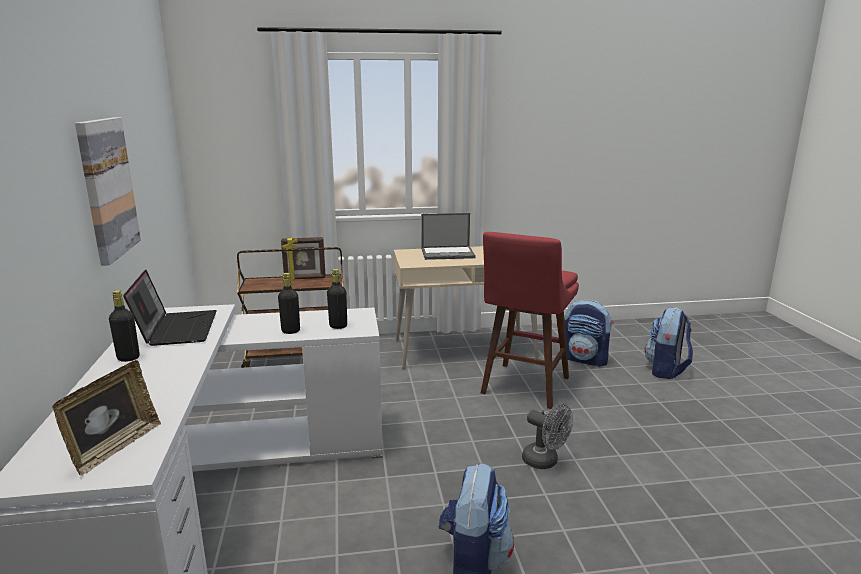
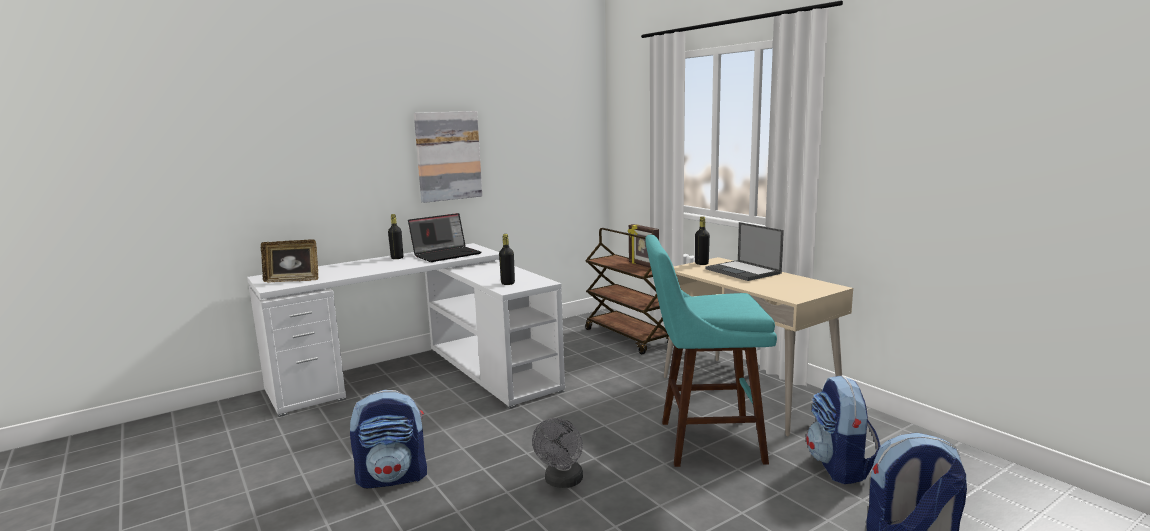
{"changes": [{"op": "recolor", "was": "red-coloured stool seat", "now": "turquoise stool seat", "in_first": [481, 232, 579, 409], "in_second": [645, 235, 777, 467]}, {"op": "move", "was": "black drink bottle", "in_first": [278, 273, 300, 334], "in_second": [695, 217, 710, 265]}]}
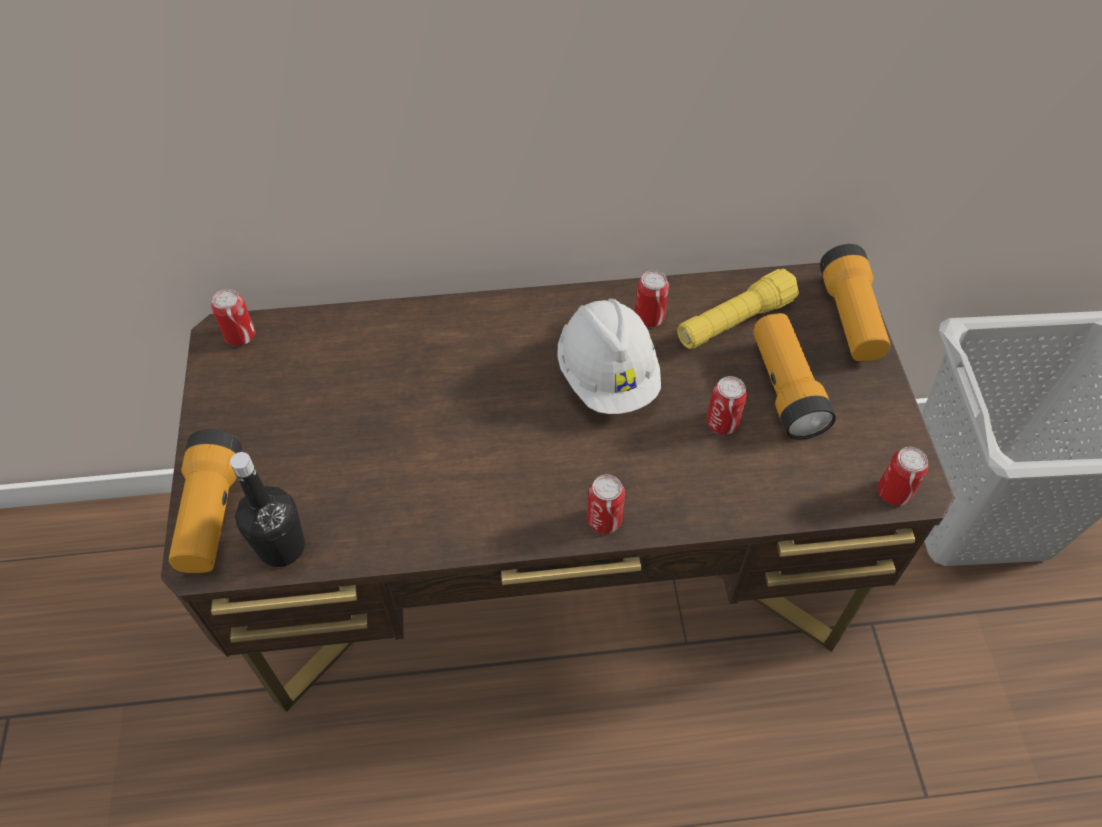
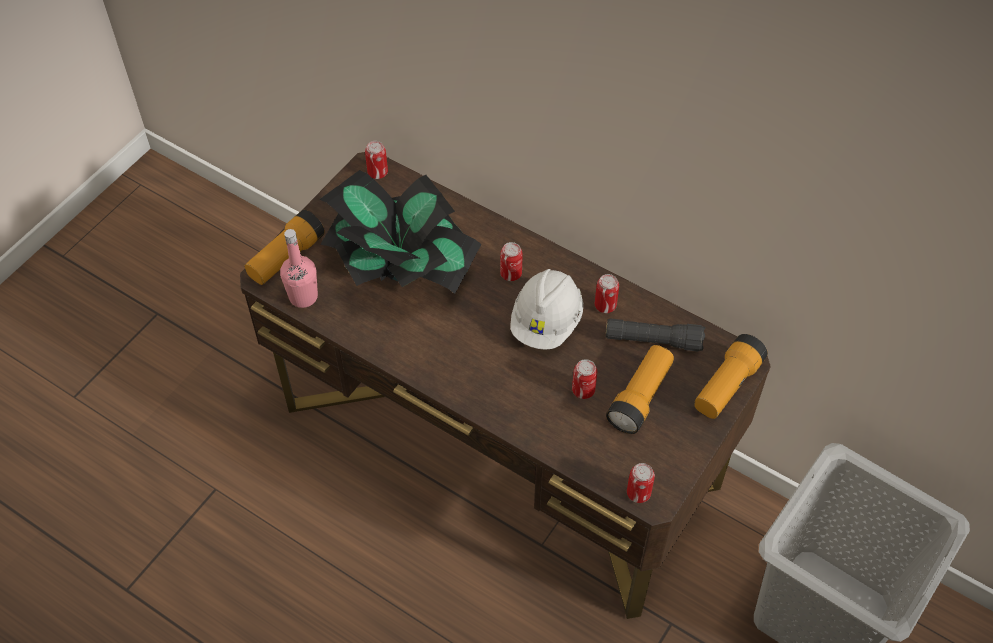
{"changes": [{"op": "recolor", "was": "yellow-coloured hand torch", "now": "black hand torch", "in_first": [677, 269, 799, 349], "in_second": [606, 319, 705, 352]}, {"op": "recolor", "was": "black drink bottle", "now": "pink drink bottle", "in_first": [230, 452, 305, 567], "in_second": [280, 229, 318, 308]}, {"op": "move", "was": "metal can", "in_first": [587, 474, 625, 534], "in_second": [500, 242, 522, 281]}, {"op": "insert", "now": "potted plant", "in_second": [320, 170, 481, 294]}]}
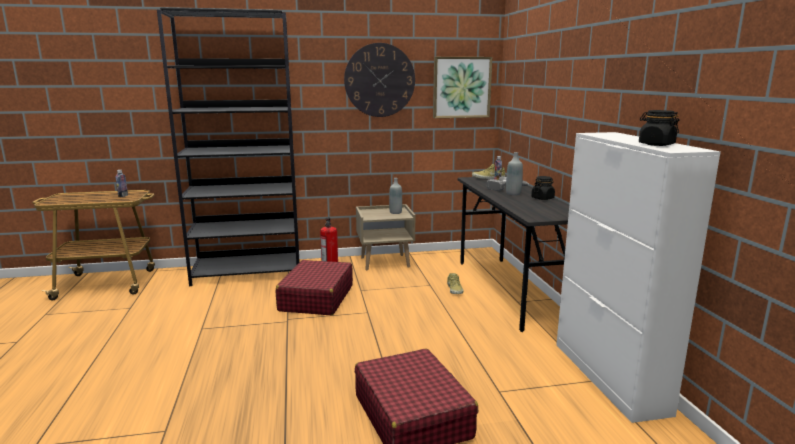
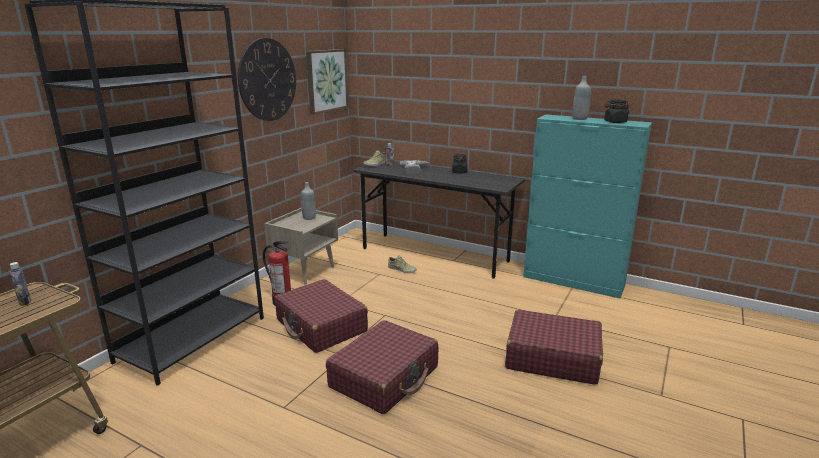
{"changes": [{"op": "recolor", "was": "white-coloured storage cabinet", "now": "turquoise storage cabinet", "in_first": [556, 132, 721, 423], "in_second": [523, 114, 652, 299]}, {"op": "move", "was": "greyish drink bottle", "in_first": [506, 152, 523, 195], "in_second": [572, 76, 591, 120]}, {"op": "insert", "now": "red-coloured suitcase", "in_second": [326, 320, 438, 414]}]}
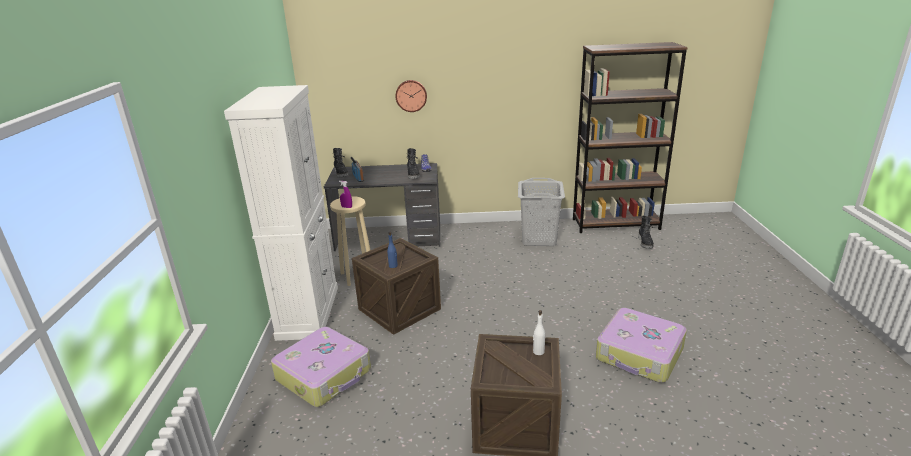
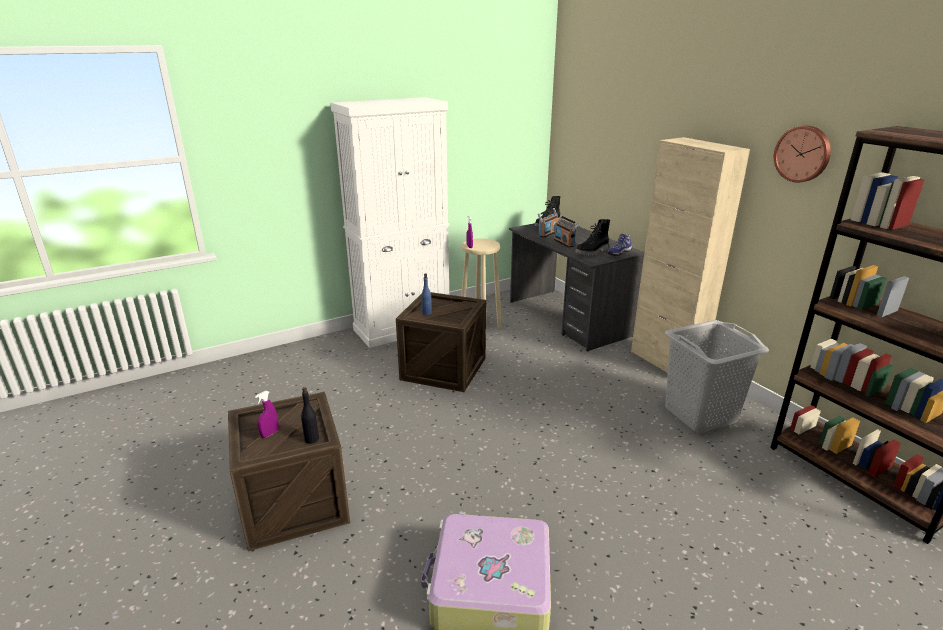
{"changes": [{"op": "move", "was": "clock on the wall", "in_first": [395, 80, 427, 112], "in_second": [774, 126, 831, 183]}, {"op": "delete", "was": "black boot", "in_first": [638, 216, 654, 249]}, {"op": "recolor", "was": "white-coloured drink bottle", "now": "black drink bottle", "in_first": [533, 310, 545, 355], "in_second": [301, 387, 319, 444]}, {"op": "delete", "was": "suitcase", "in_first": [271, 327, 371, 407]}, {"op": "insert", "now": "beige storage cabinet", "in_second": [631, 137, 750, 373]}, {"op": "insert", "now": "radio set", "in_second": [554, 216, 578, 248]}, {"op": "insert", "now": "purplish sprayer", "in_second": [255, 391, 279, 438]}]}
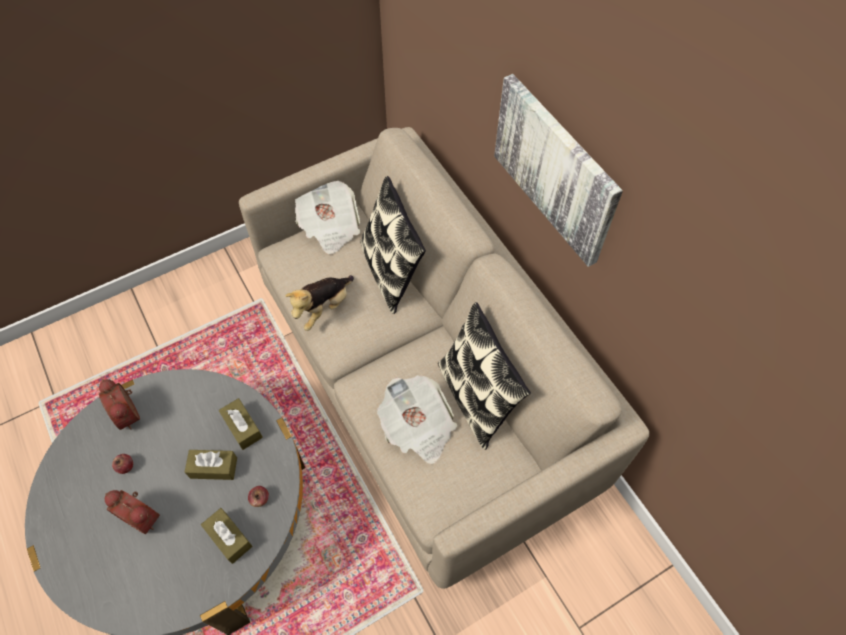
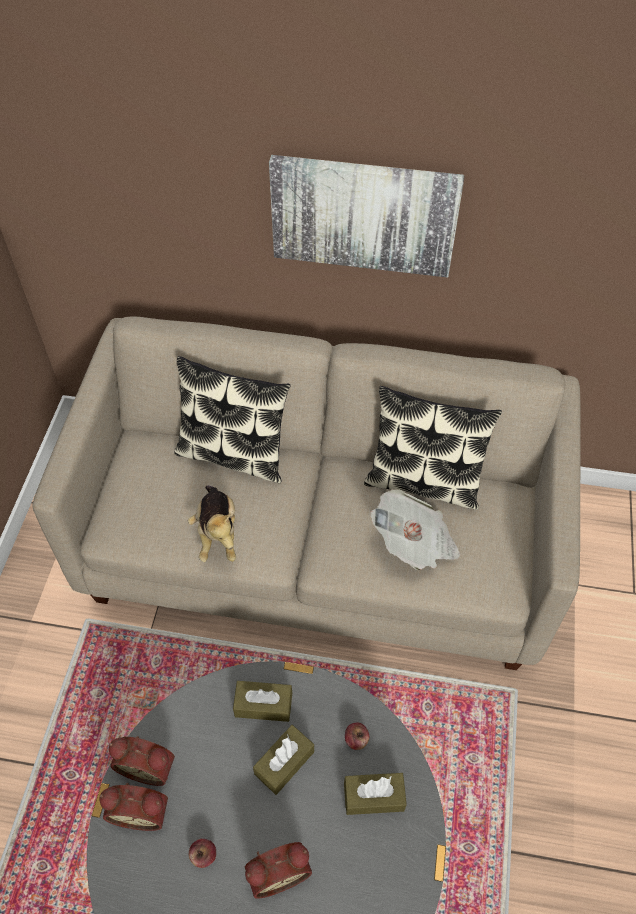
{"changes": [{"op": "delete", "was": "printed paper", "in_first": [295, 181, 361, 254]}, {"op": "insert", "now": "alarm clock", "in_second": [109, 736, 175, 786]}]}
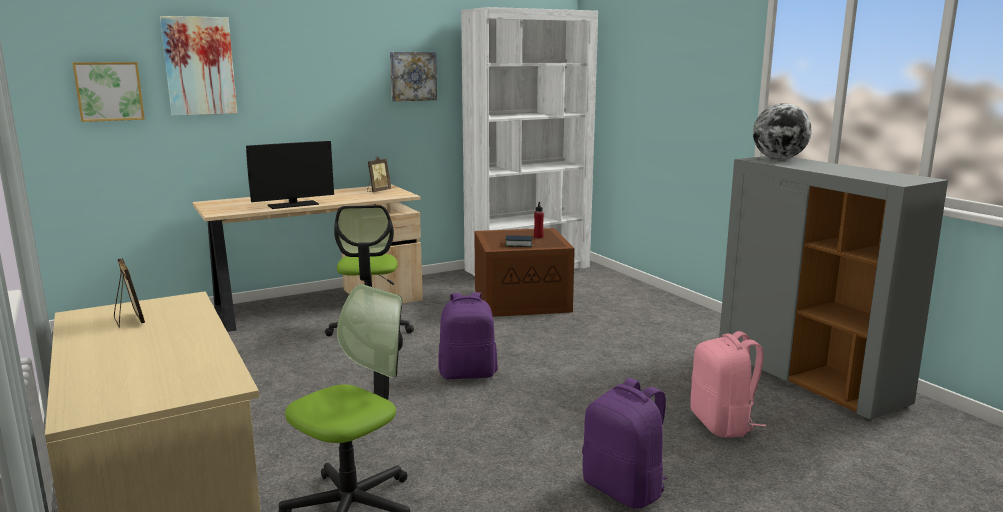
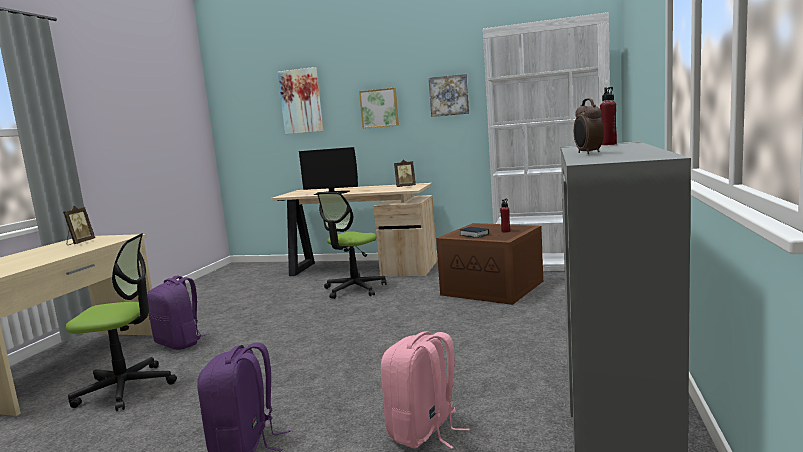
{"changes": [{"op": "move", "was": "wall art", "in_first": [72, 62, 145, 122], "in_second": [359, 88, 399, 129]}, {"op": "replace", "was": "desk globe", "now": "red-coloured drink bottle", "in_first": [753, 103, 812, 159], "in_second": [600, 87, 617, 145]}, {"op": "move", "was": "purplish rucksack", "in_first": [438, 292, 498, 379], "in_second": [147, 276, 210, 350]}, {"op": "insert", "now": "alarm clock", "in_second": [574, 98, 604, 154]}]}
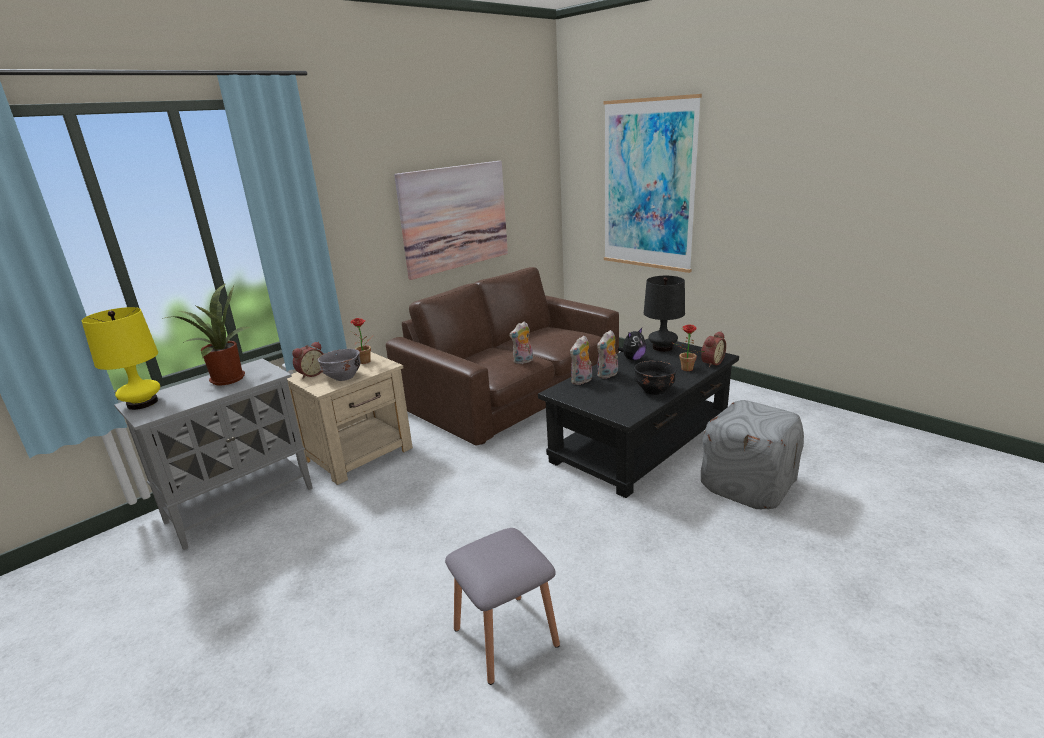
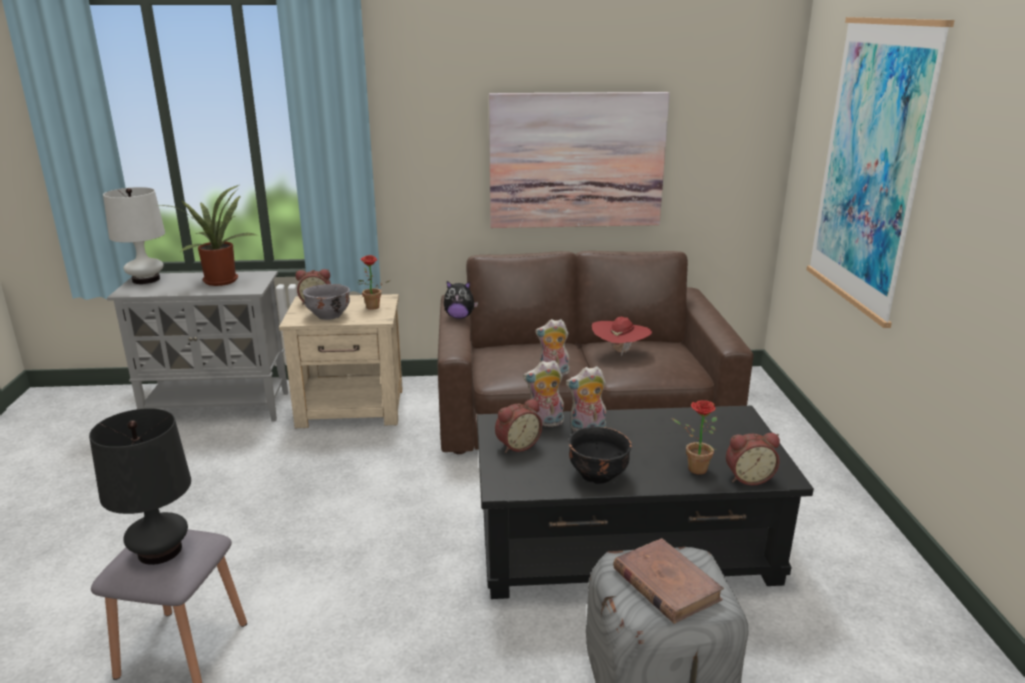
{"changes": [{"op": "move", "was": "black tabletop lamp", "in_first": [644, 276, 685, 352], "in_second": [89, 408, 191, 565]}, {"op": "recolor", "was": "yellow-coloured tabletop lamp", "now": "white-coloured tabletop lamp", "in_first": [82, 307, 160, 410], "in_second": [103, 187, 165, 284]}, {"op": "move", "was": "plush toy", "in_first": [618, 328, 646, 361], "in_second": [444, 281, 478, 319]}, {"op": "insert", "now": "red-coloured wearable hat", "in_second": [592, 316, 652, 356]}, {"op": "insert", "now": "alarm clock", "in_second": [495, 399, 542, 453]}, {"op": "insert", "now": "brownish volume", "in_second": [613, 538, 724, 624]}]}
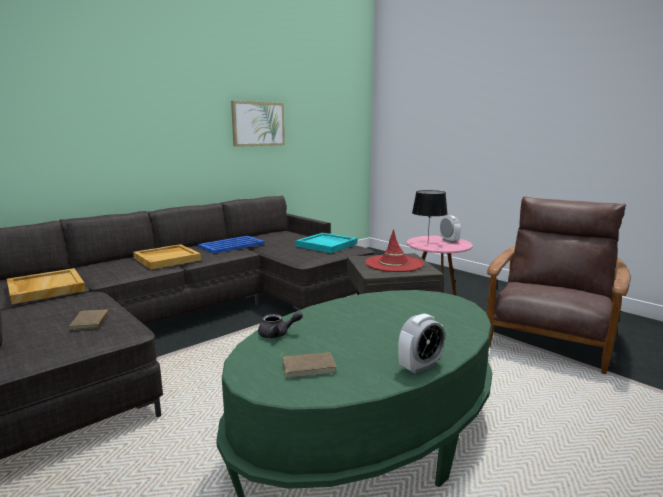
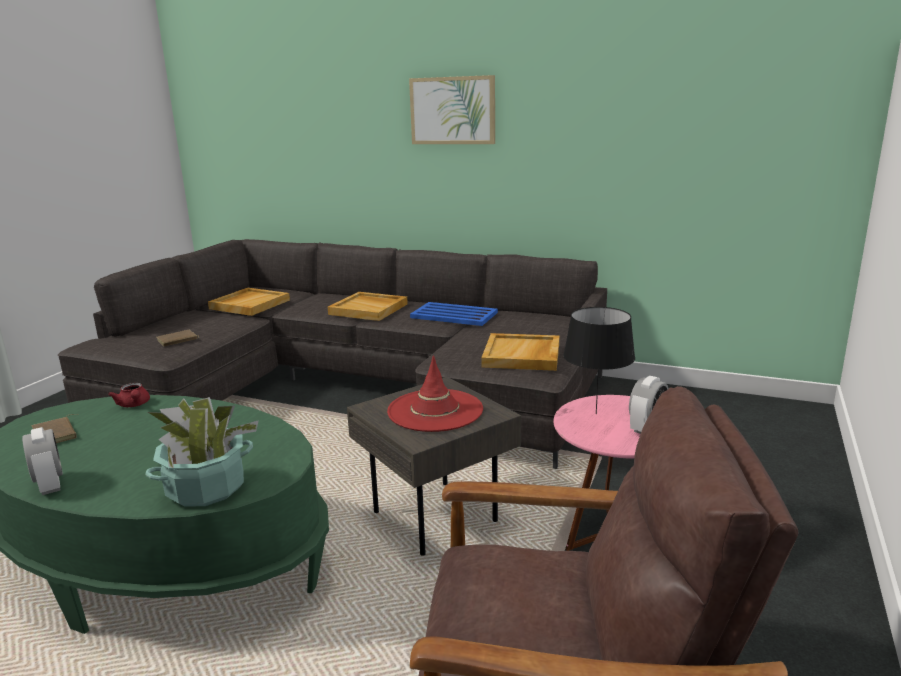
{"changes": [{"op": "move", "was": "wall art", "in_first": [231, 101, 285, 147], "in_second": [409, 75, 495, 144]}, {"op": "recolor", "was": "turquoise serving tray", "now": "beige serving tray", "in_first": [296, 233, 357, 253], "in_second": [481, 333, 559, 371]}, {"op": "recolor", "was": "greyish pot for tea", "now": "red-coloured pot for tea", "in_first": [258, 311, 303, 338], "in_second": [108, 383, 150, 407]}, {"op": "rotate", "was": "alarm clock", "in_first": [398, 314, 445, 374], "in_second": [22, 427, 63, 495], "clockwise": -150}, {"op": "insert", "now": "potted plant", "in_second": [145, 397, 259, 506]}]}
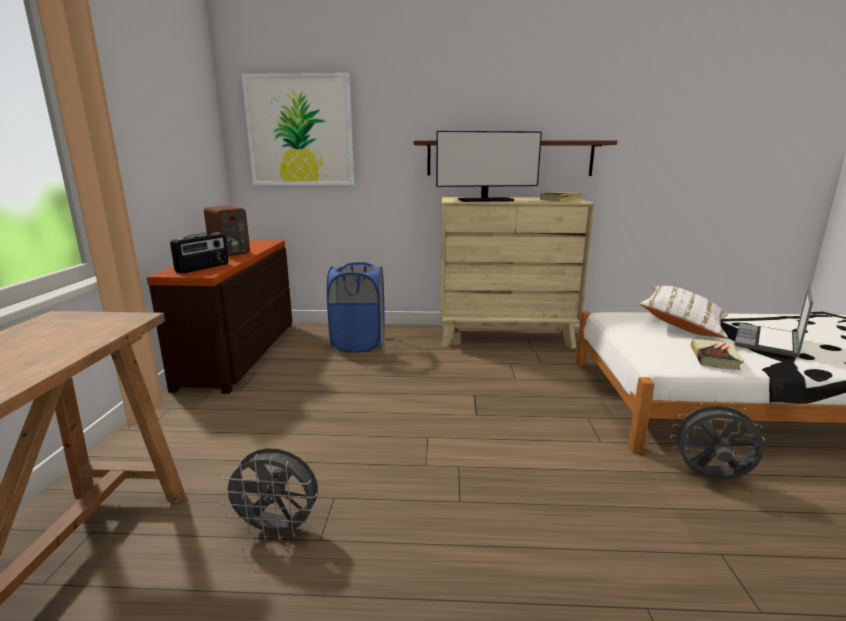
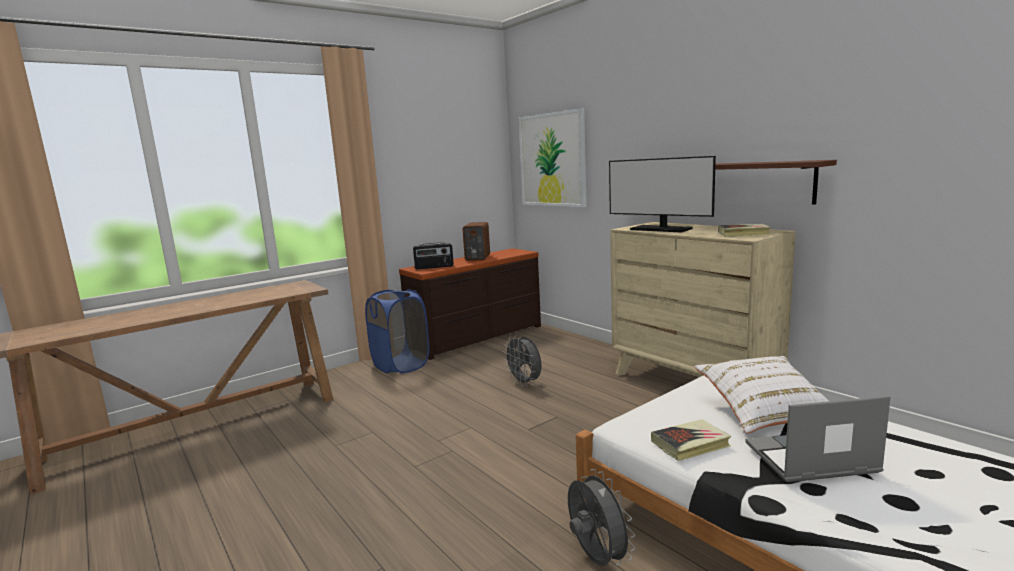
{"changes": [{"op": "move", "was": "blue-coloured washing basket", "in_first": [327, 262, 385, 353], "in_second": [365, 289, 429, 374]}, {"op": "move", "was": "greyish cooling fan", "in_first": [220, 448, 318, 540], "in_second": [503, 336, 542, 386]}]}
